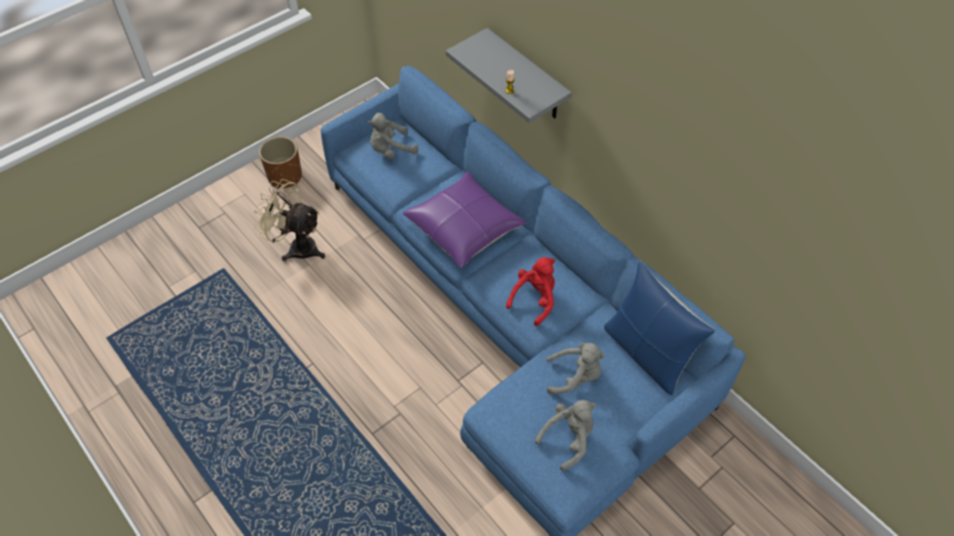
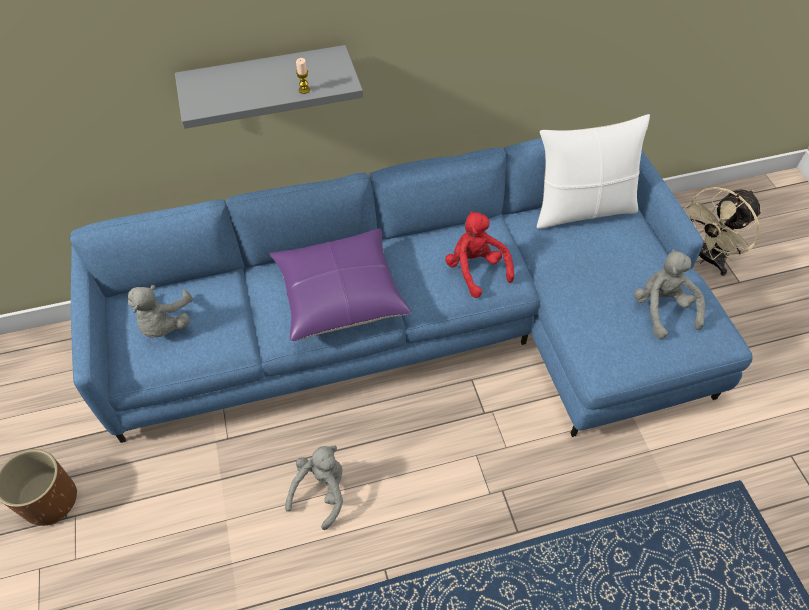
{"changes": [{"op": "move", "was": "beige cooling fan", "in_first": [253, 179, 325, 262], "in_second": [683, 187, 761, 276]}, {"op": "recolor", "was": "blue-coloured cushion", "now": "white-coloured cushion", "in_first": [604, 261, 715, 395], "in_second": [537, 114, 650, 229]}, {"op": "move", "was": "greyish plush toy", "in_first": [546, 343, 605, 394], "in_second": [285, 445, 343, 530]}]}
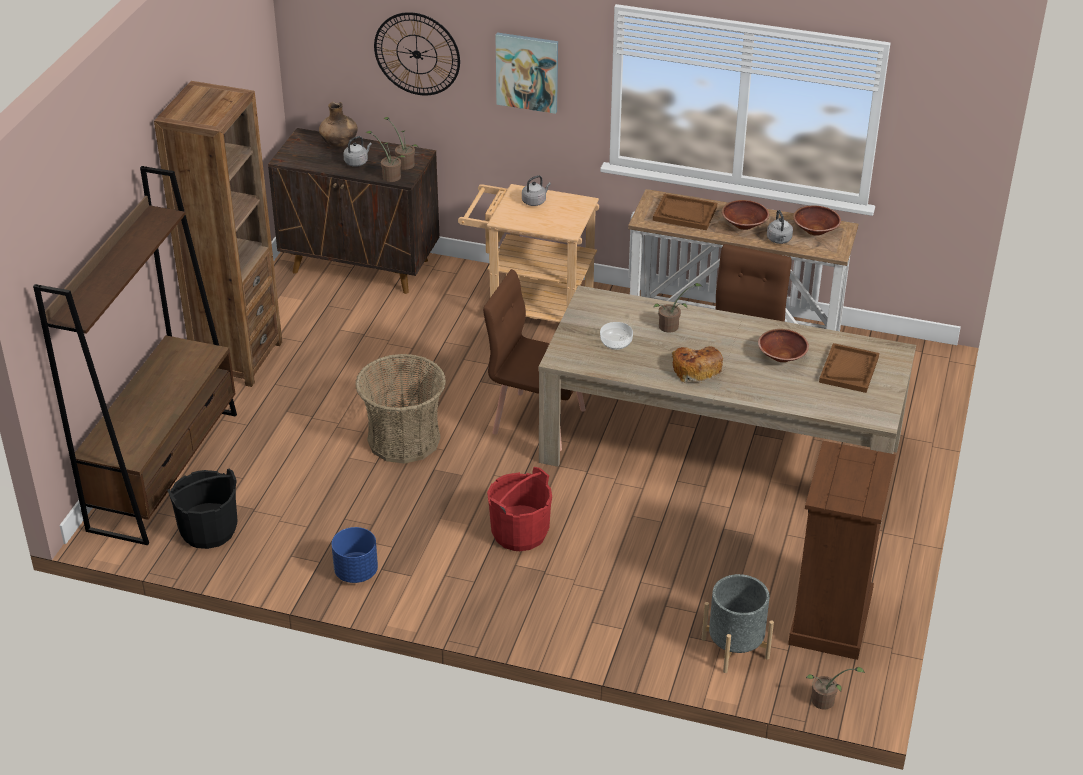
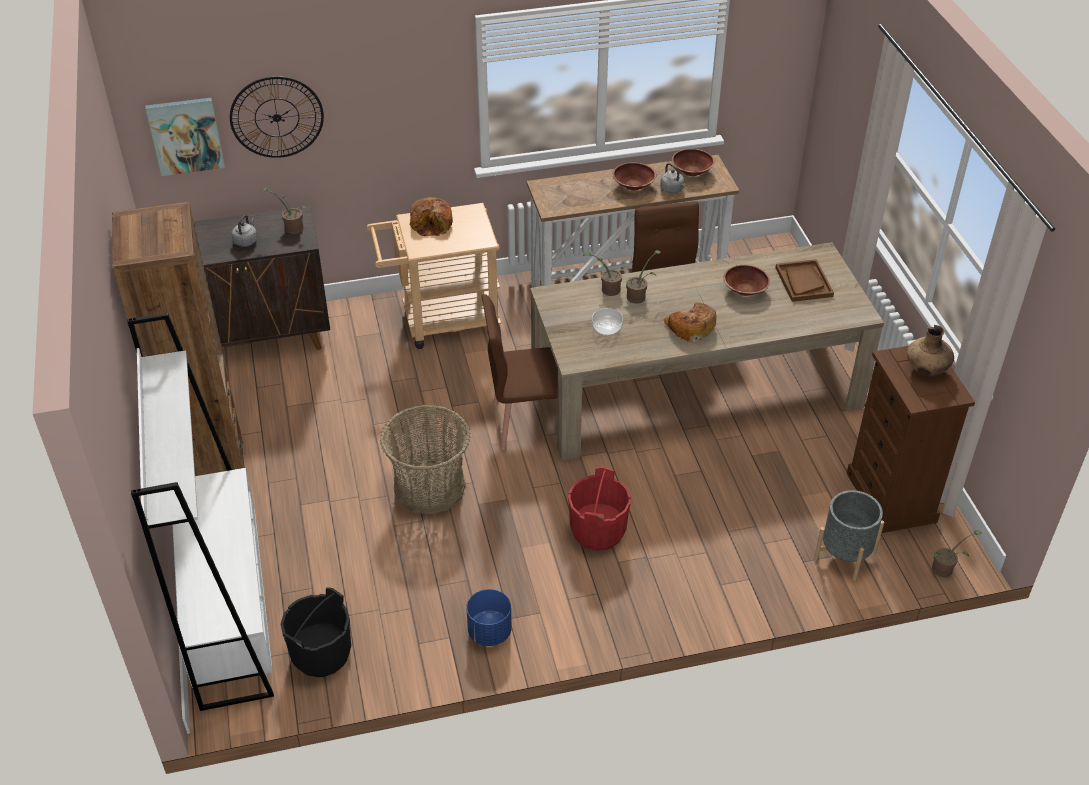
{"changes": [{"op": "move", "was": "wall art", "in_first": [495, 32, 558, 114], "in_second": [145, 98, 225, 176]}, {"op": "move", "was": "brownish decorative vase", "in_first": [319, 102, 358, 146], "in_second": [907, 325, 954, 376]}, {"op": "move", "was": "potted plant", "in_first": [366, 131, 406, 182], "in_second": [583, 253, 627, 296]}, {"op": "recolor", "was": "brownish bookcase", "now": "white-coloured bookcase", "in_first": [33, 166, 237, 545], "in_second": [127, 313, 274, 711]}, {"op": "replace", "was": "greyish kettle", "now": "bread", "in_first": [522, 175, 551, 206], "in_second": [410, 197, 453, 236]}, {"op": "delete", "was": "brownish serving tray", "in_first": [653, 194, 717, 230]}]}
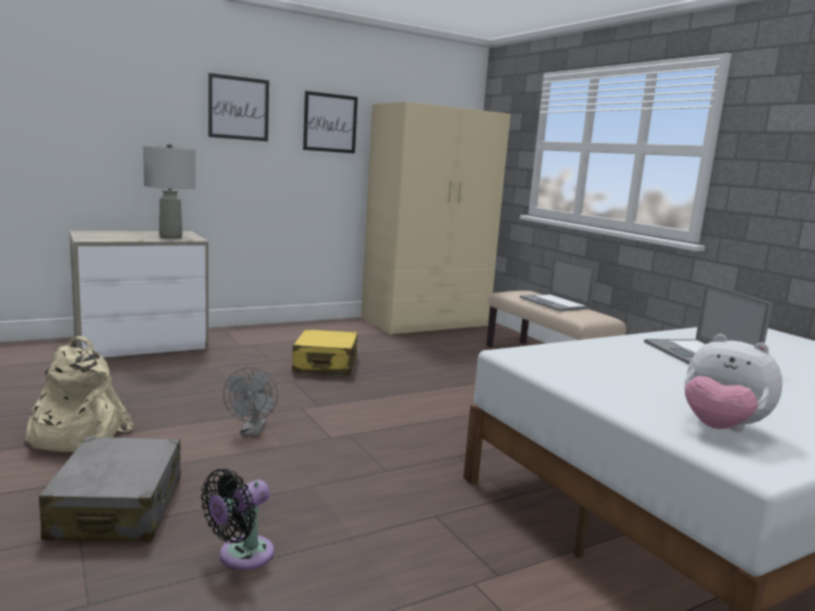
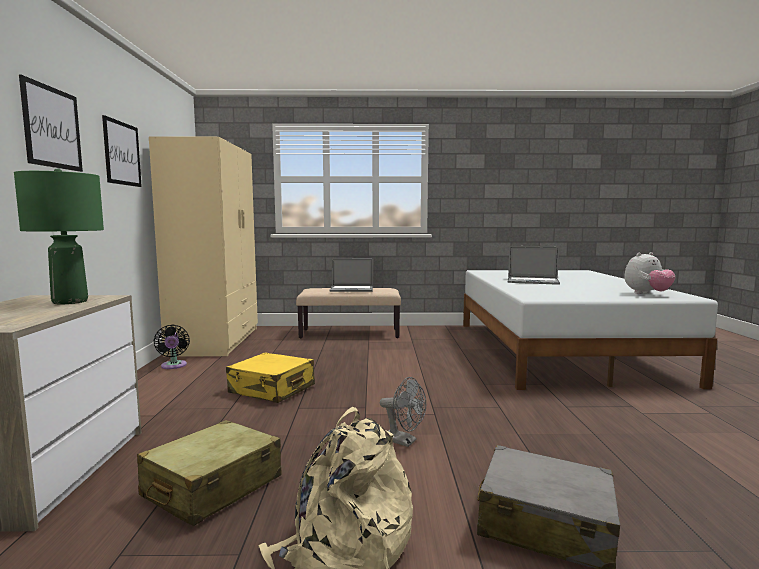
{"changes": [{"op": "recolor", "was": "greyish tabletop lamp", "now": "green tabletop lamp", "in_first": [143, 143, 196, 239], "in_second": [14, 168, 104, 304]}, {"op": "move", "was": "black cooling fan", "in_first": [201, 469, 274, 570], "in_second": [154, 325, 190, 369]}, {"op": "insert", "now": "beige suitcase", "in_second": [137, 420, 282, 526]}]}
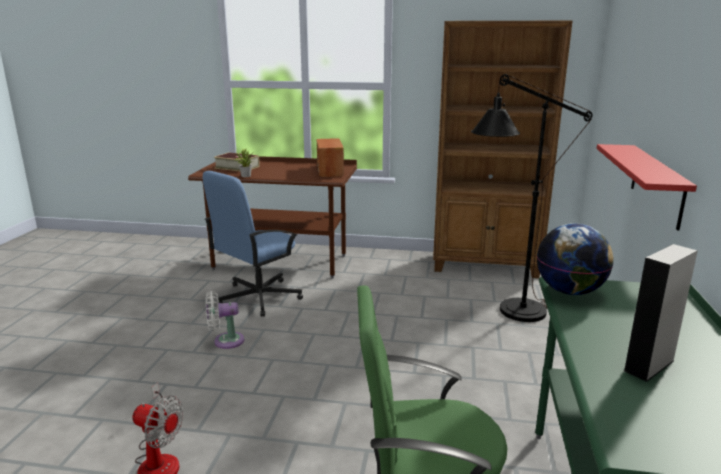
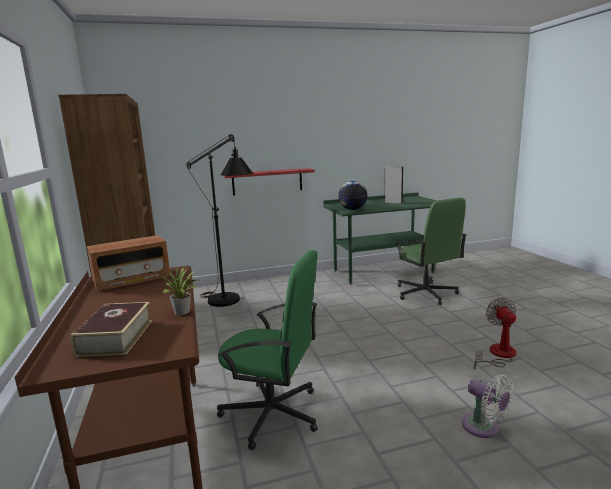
{"changes": [{"op": "recolor", "was": "blue-coloured computer chair", "now": "green computer chair", "in_first": [203, 171, 303, 317], "in_second": [217, 250, 318, 450]}, {"op": "move", "was": "white-coloured cooling fan", "in_first": [206, 291, 244, 349], "in_second": [462, 375, 514, 438]}]}
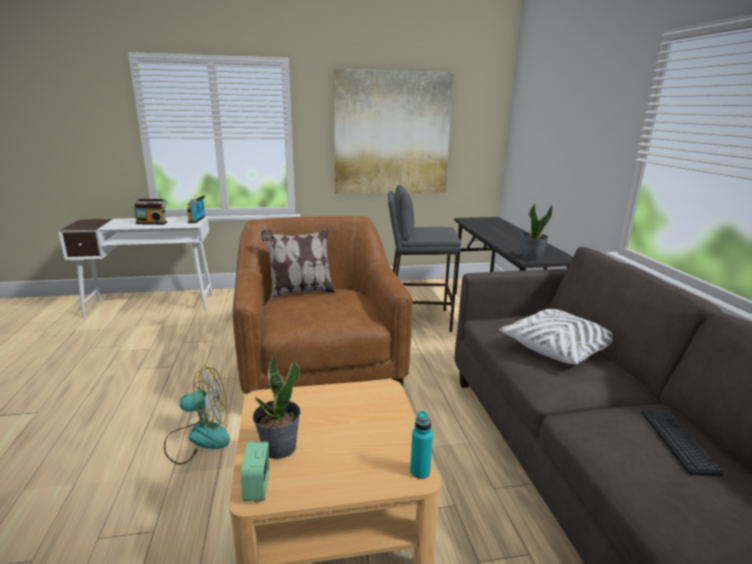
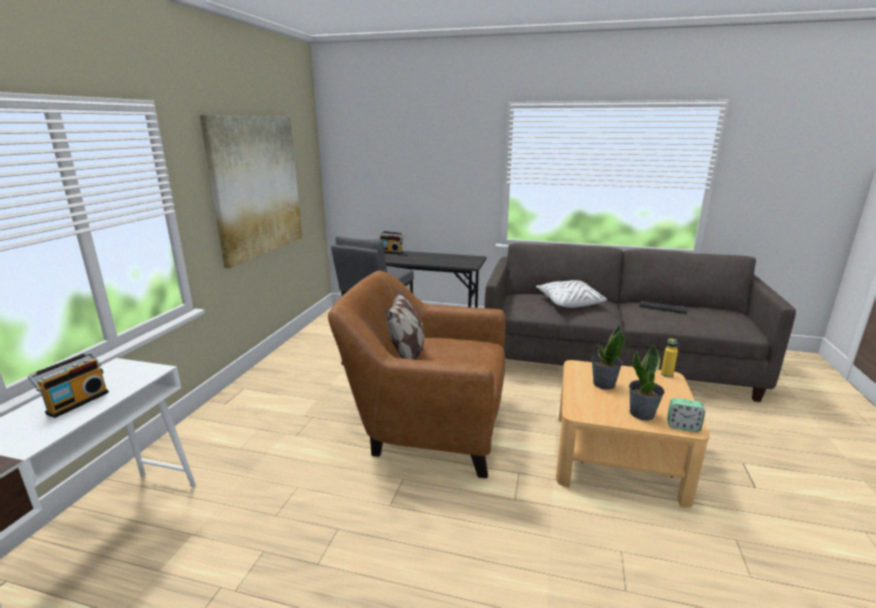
{"changes": [{"op": "move", "was": "radio set", "in_first": [187, 195, 206, 223], "in_second": [379, 231, 405, 254]}, {"op": "move", "was": "potted plant", "in_first": [521, 203, 553, 262], "in_second": [591, 325, 625, 390]}, {"op": "delete", "was": "cooling fan", "in_first": [164, 366, 230, 465]}, {"op": "recolor", "was": "turquoise drink bottle", "now": "yellow-coloured drink bottle", "in_first": [410, 411, 433, 479], "in_second": [661, 338, 678, 377]}]}
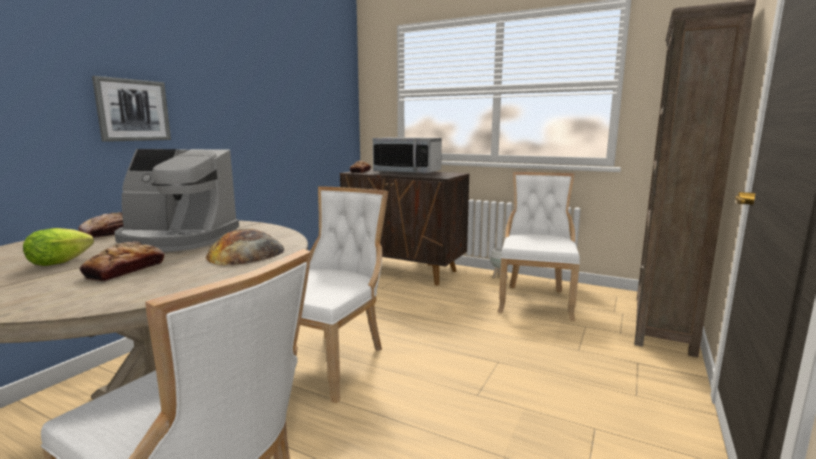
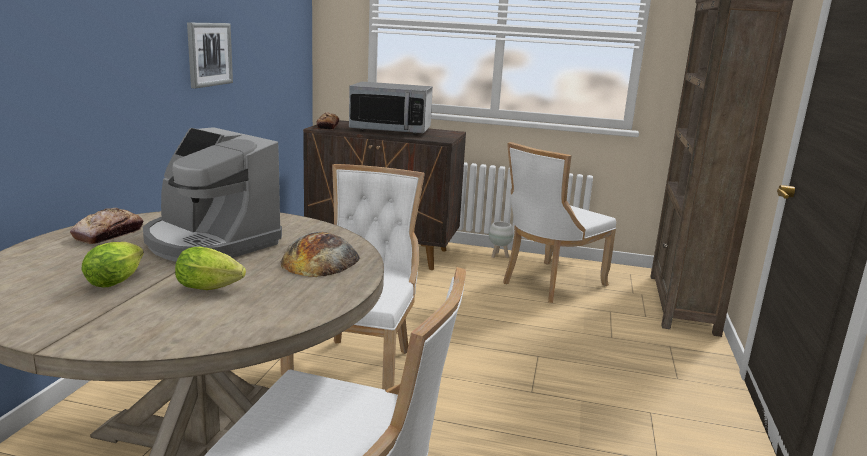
{"changes": [{"op": "move", "was": "wall art", "in_first": [92, 76, 171, 142], "in_second": [187, 23, 233, 88]}, {"op": "rotate", "was": "coffee brewer", "in_first": [115, 149, 239, 252], "in_second": [143, 127, 282, 262], "clockwise": 45}, {"op": "rotate", "was": "white-coloured plain chair", "in_first": [498, 172, 580, 321], "in_second": [503, 142, 616, 303], "clockwise": -135}, {"op": "replace", "was": "bread", "now": "lettuce head", "in_first": [80, 241, 164, 281], "in_second": [175, 247, 246, 290]}]}
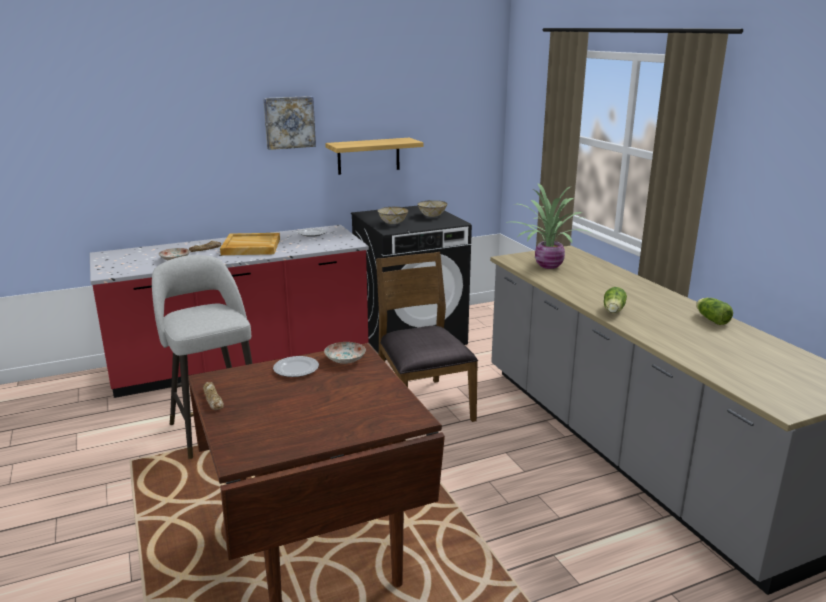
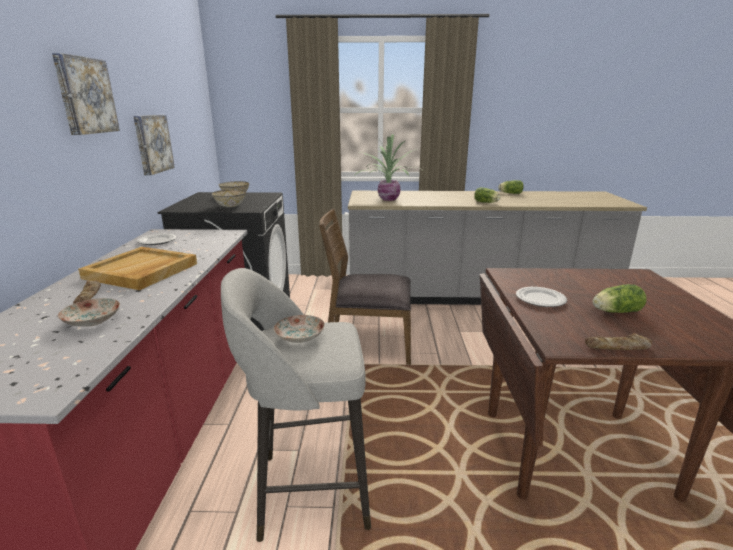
{"changes": [{"op": "replace", "was": "shelf", "now": "wall art", "in_first": [325, 138, 424, 175], "in_second": [133, 115, 175, 175]}, {"op": "move", "was": "dinner plate", "in_first": [324, 342, 366, 364], "in_second": [274, 315, 325, 343]}, {"op": "insert", "now": "lettuce head", "in_second": [593, 284, 647, 313]}]}
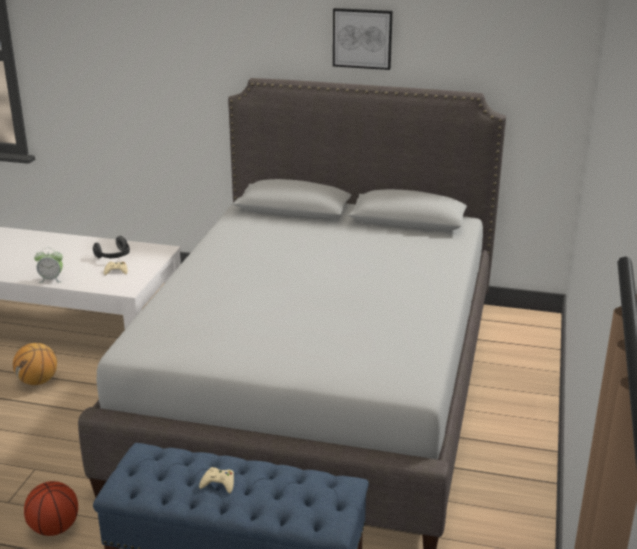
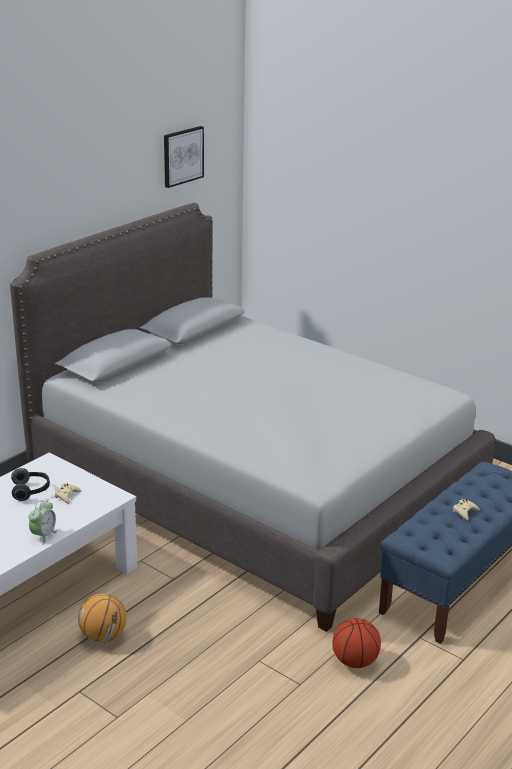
{"changes": [{"op": "move", "was": "wall art", "in_first": [333, 8, 393, 70], "in_second": [164, 126, 204, 188]}]}
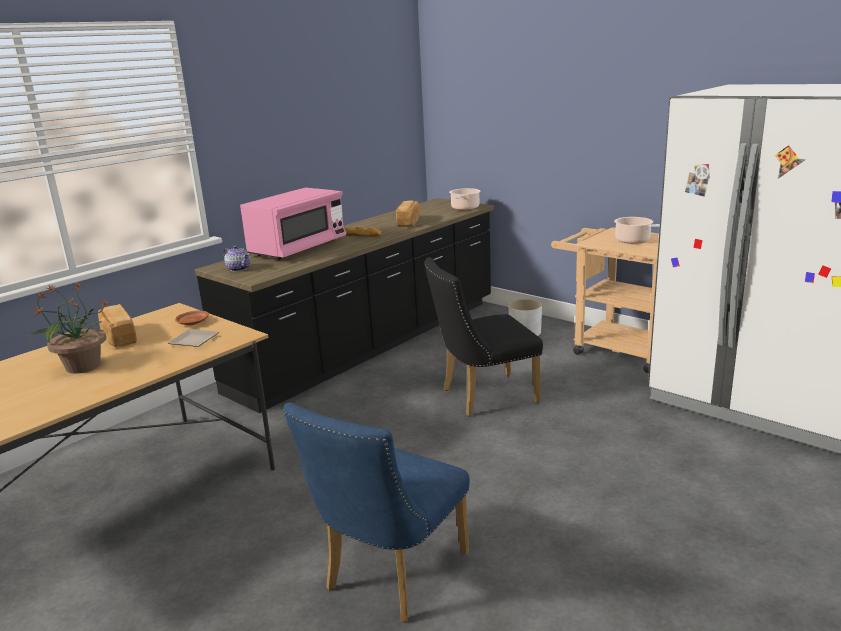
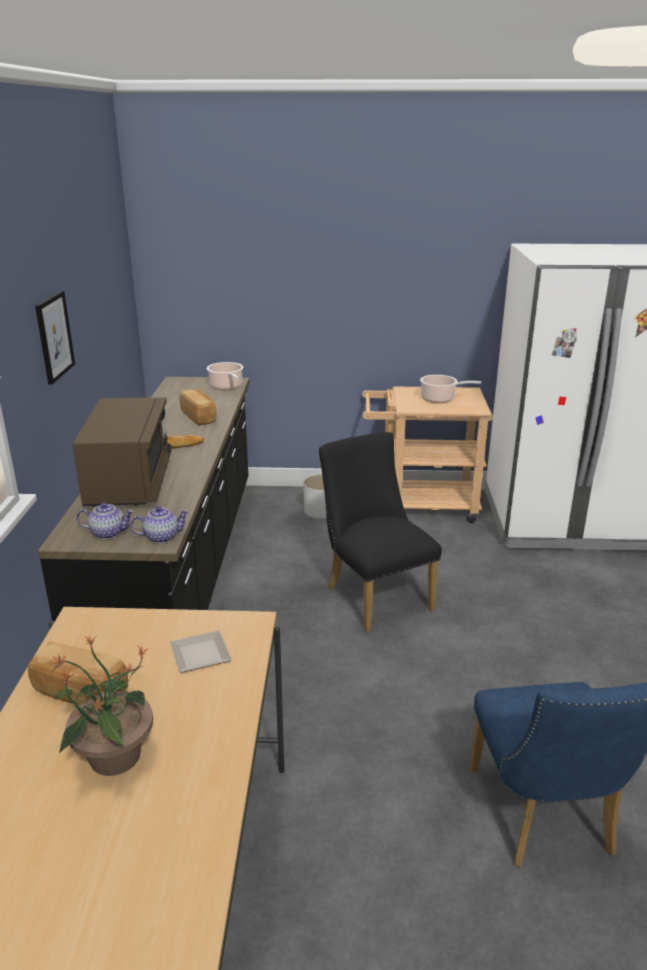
{"changes": [{"op": "recolor", "was": "pink microwave oven", "now": "brownish microwave oven", "in_first": [240, 188, 346, 260], "in_second": [72, 397, 172, 507]}, {"op": "rotate", "was": "black plain chair", "in_first": [425, 257, 543, 416], "in_second": [319, 432, 442, 632], "clockwise": 120}, {"op": "delete", "was": "brownish dinner plate", "in_first": [175, 310, 209, 325]}, {"op": "insert", "now": "wall art", "in_second": [35, 291, 75, 384]}, {"op": "insert", "now": "pot for tea", "in_second": [130, 506, 189, 543]}]}
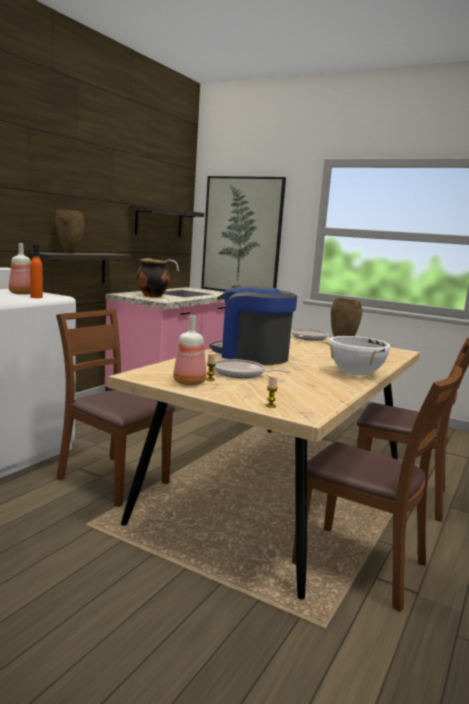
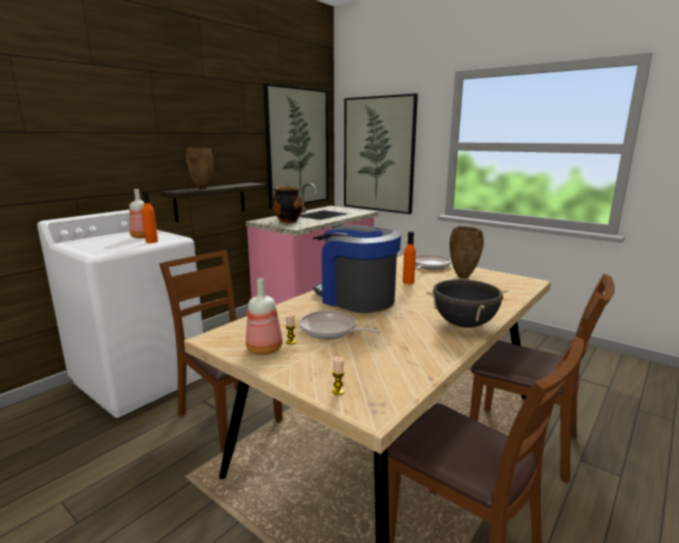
{"changes": [{"op": "replace", "was": "shelf", "now": "wall art", "in_first": [129, 205, 204, 237], "in_second": [263, 83, 328, 209]}, {"op": "recolor", "was": "white-coloured cooking pot", "now": "black cooking pot", "in_first": [325, 336, 393, 375], "in_second": [426, 278, 508, 328]}, {"op": "insert", "now": "orange-coloured drink bottle", "in_second": [403, 231, 416, 284]}]}
